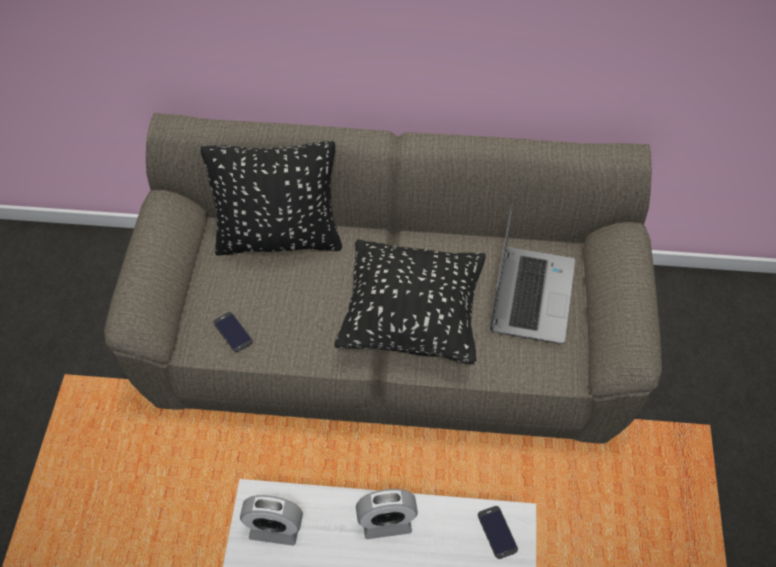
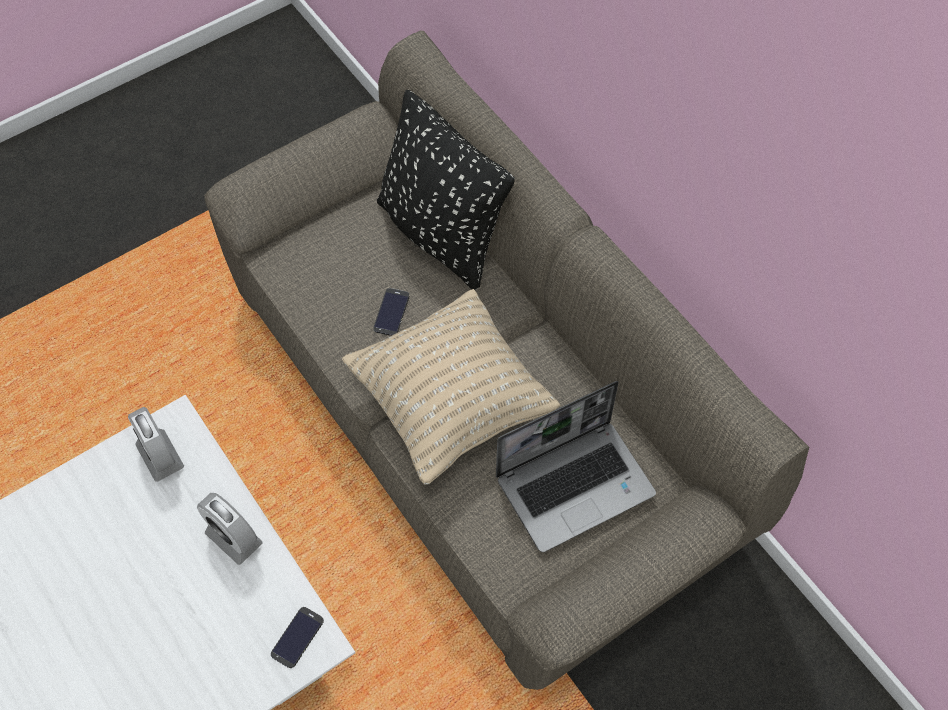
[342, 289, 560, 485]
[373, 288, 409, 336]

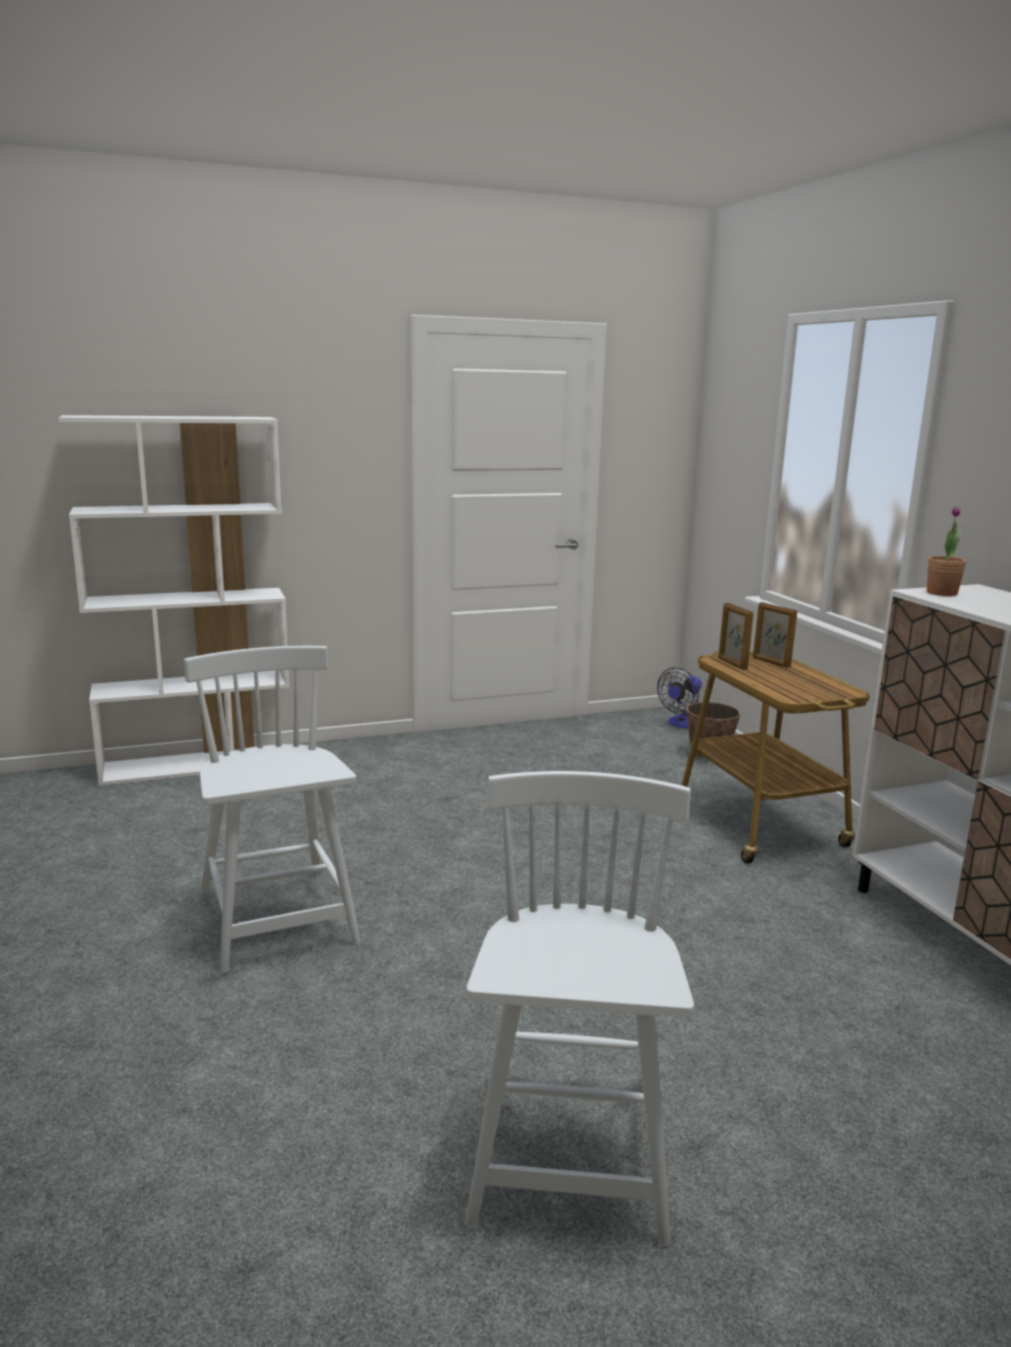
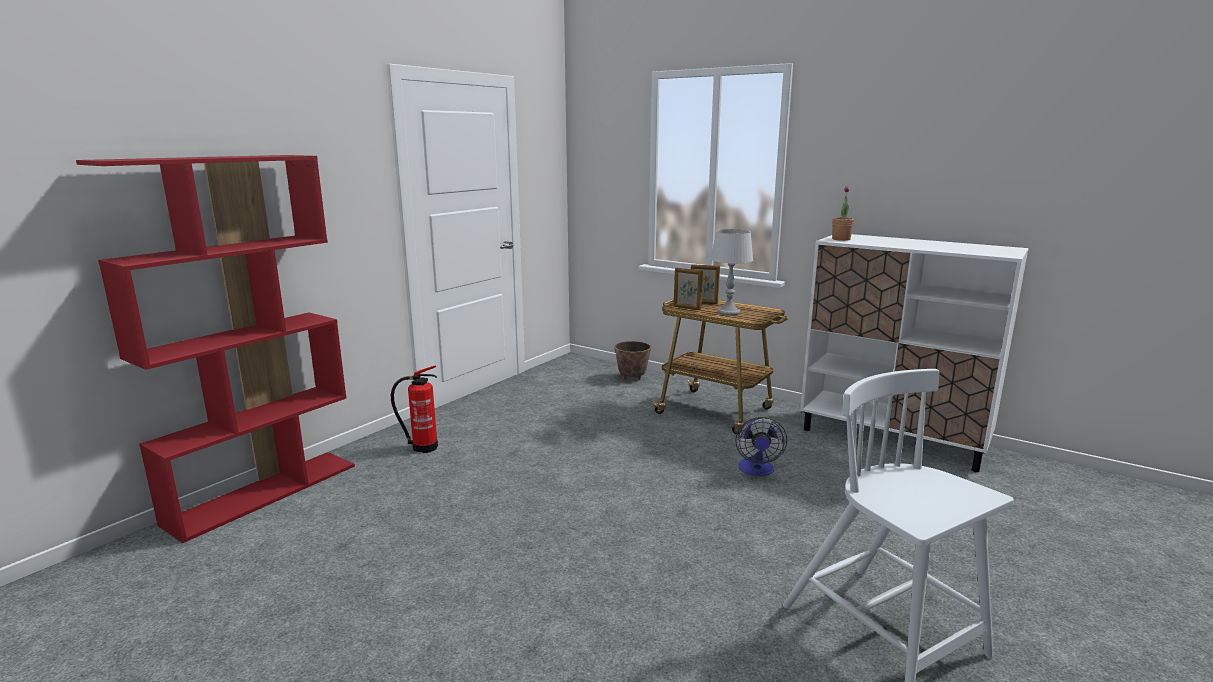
[76, 155, 355, 543]
[391, 365, 438, 453]
[711, 229, 753, 316]
[735, 417, 787, 476]
[184, 646, 361, 973] (first image)

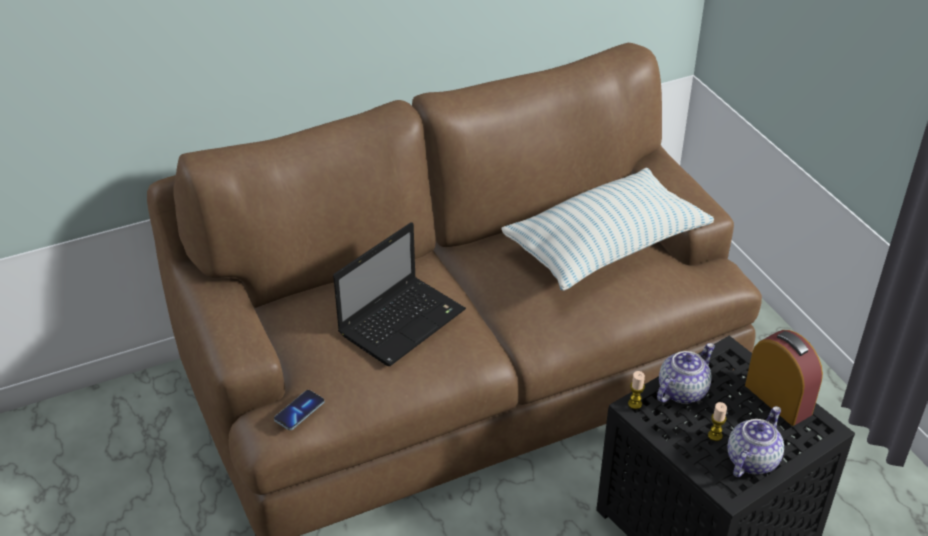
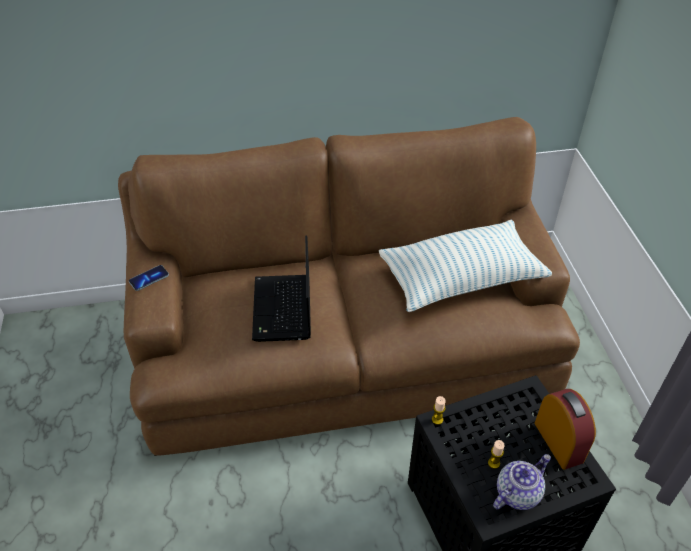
[129, 265, 169, 291]
[252, 235, 311, 342]
[657, 343, 715, 404] (first image)

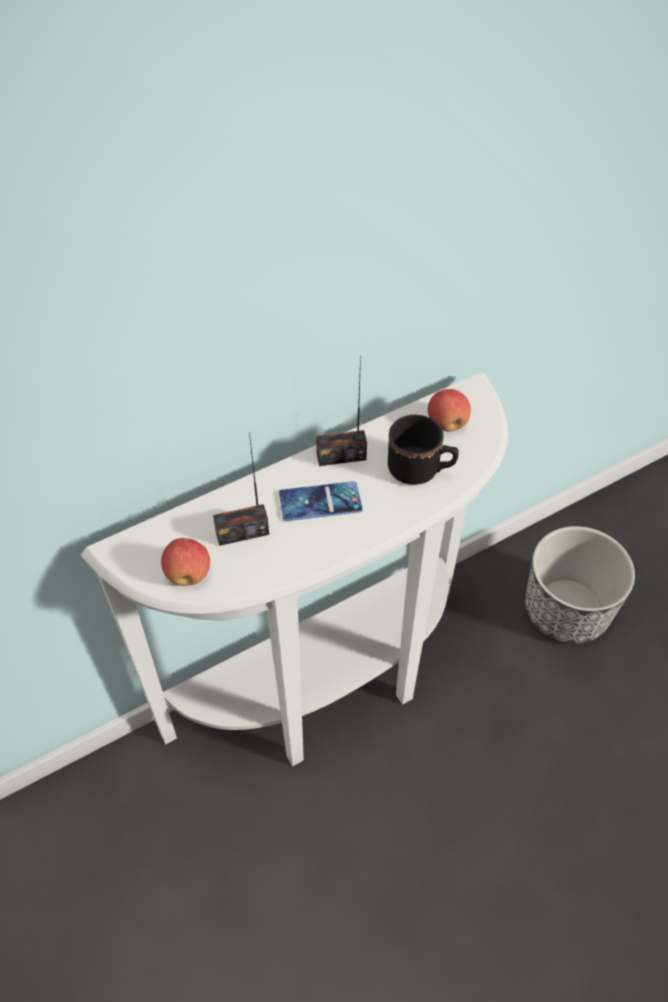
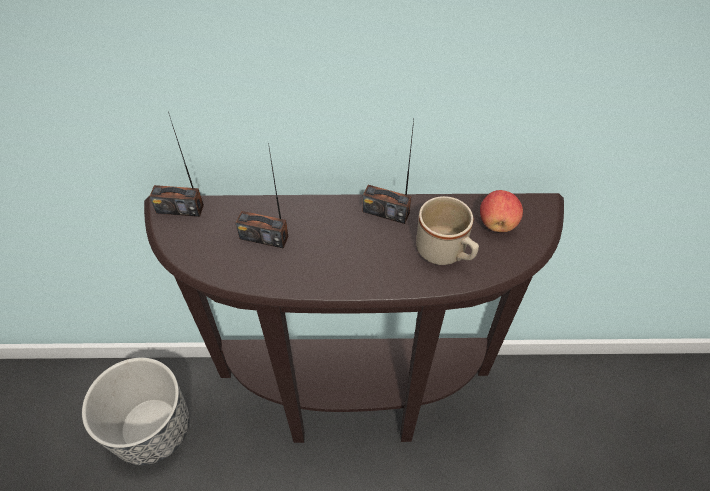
[82, 358, 190, 465]
[144, 193, 564, 443]
[149, 112, 204, 217]
[416, 196, 479, 265]
[161, 538, 210, 586] (first image)
[279, 481, 363, 521] (first image)

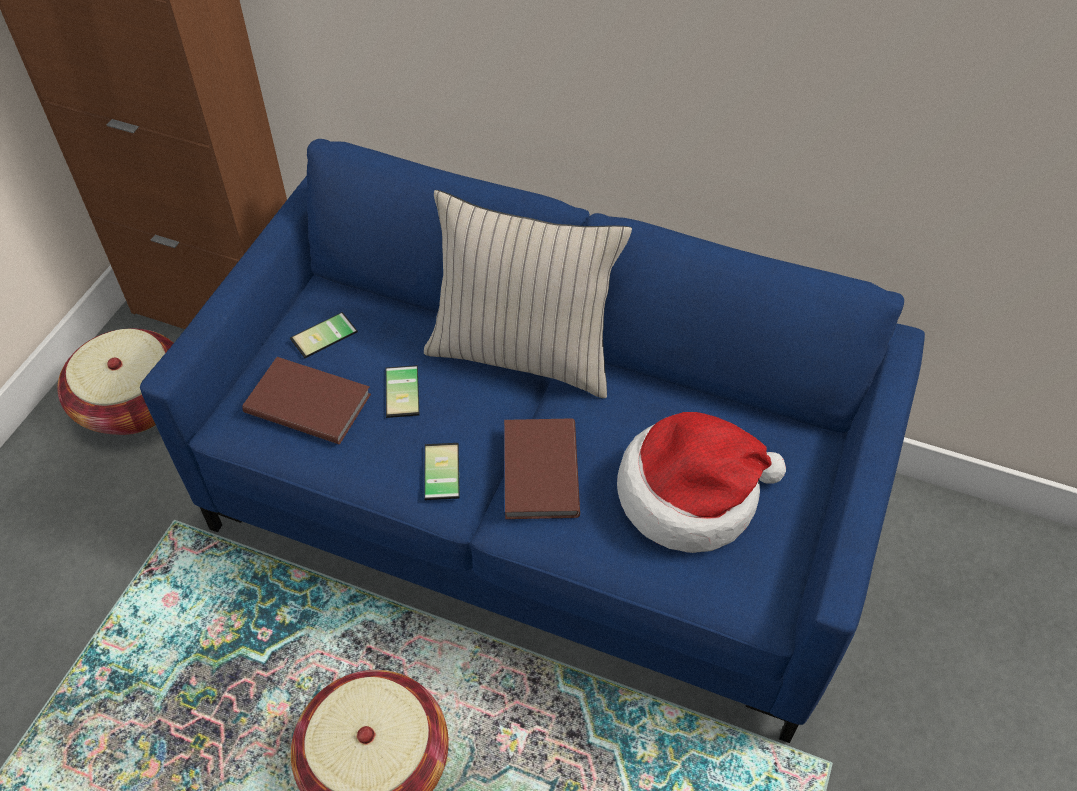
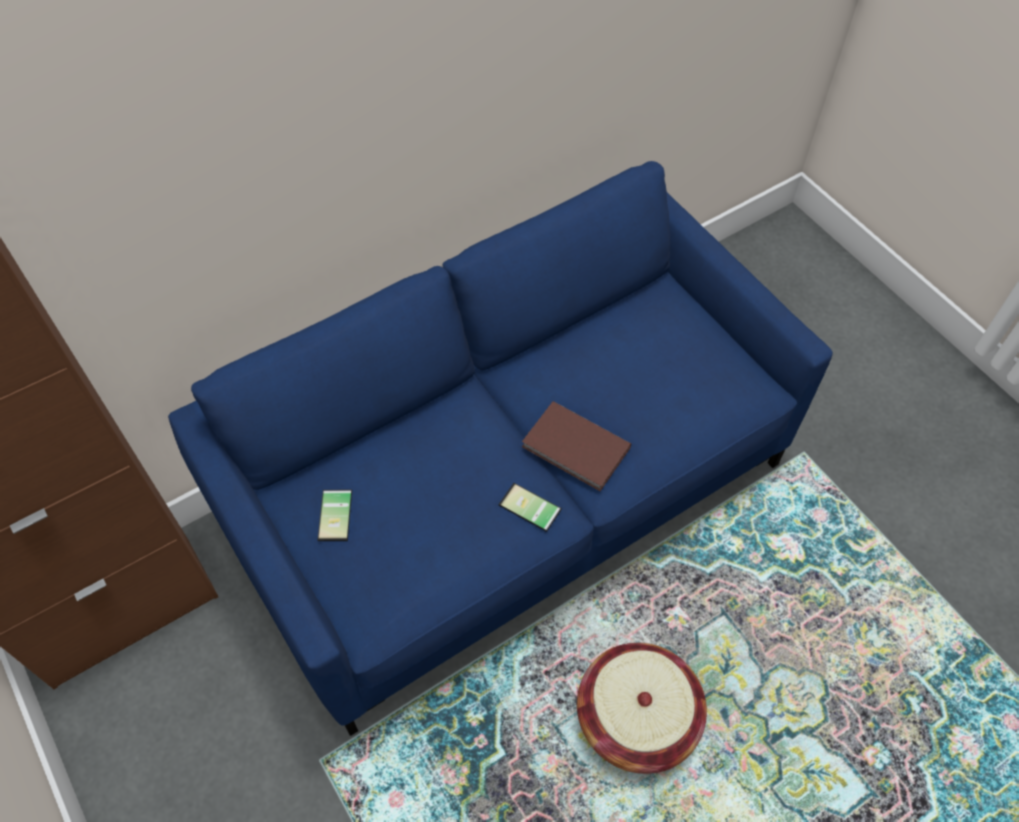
[57, 328, 174, 435] (first image)
[242, 357, 371, 444] (first image)
[386, 365, 419, 418] (first image)
[424, 190, 632, 398] (first image)
[617, 412, 786, 553] (first image)

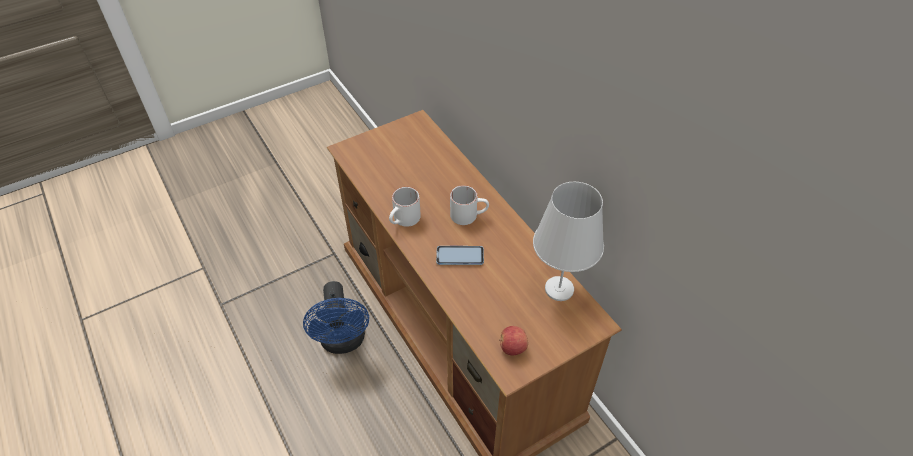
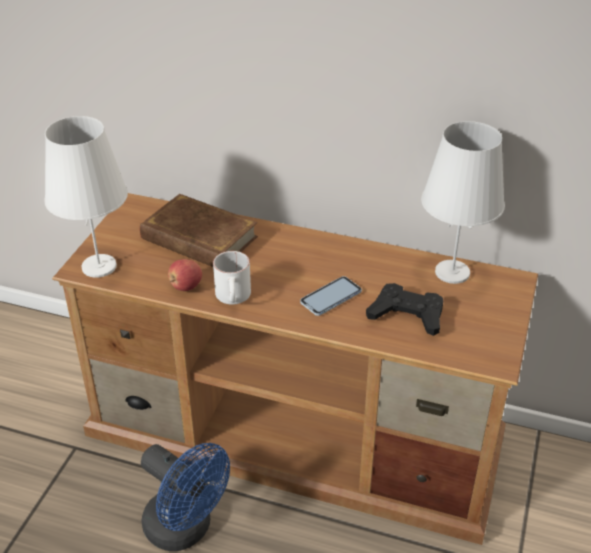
[44, 116, 128, 278]
[140, 194, 258, 267]
[168, 259, 202, 291]
[366, 283, 443, 336]
[450, 185, 489, 225] (first image)

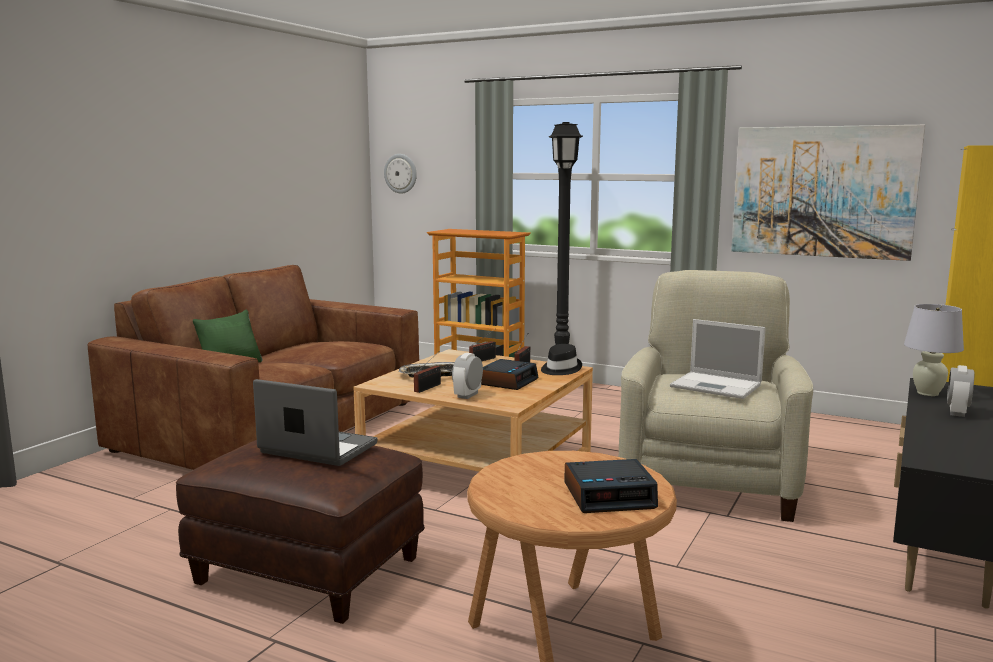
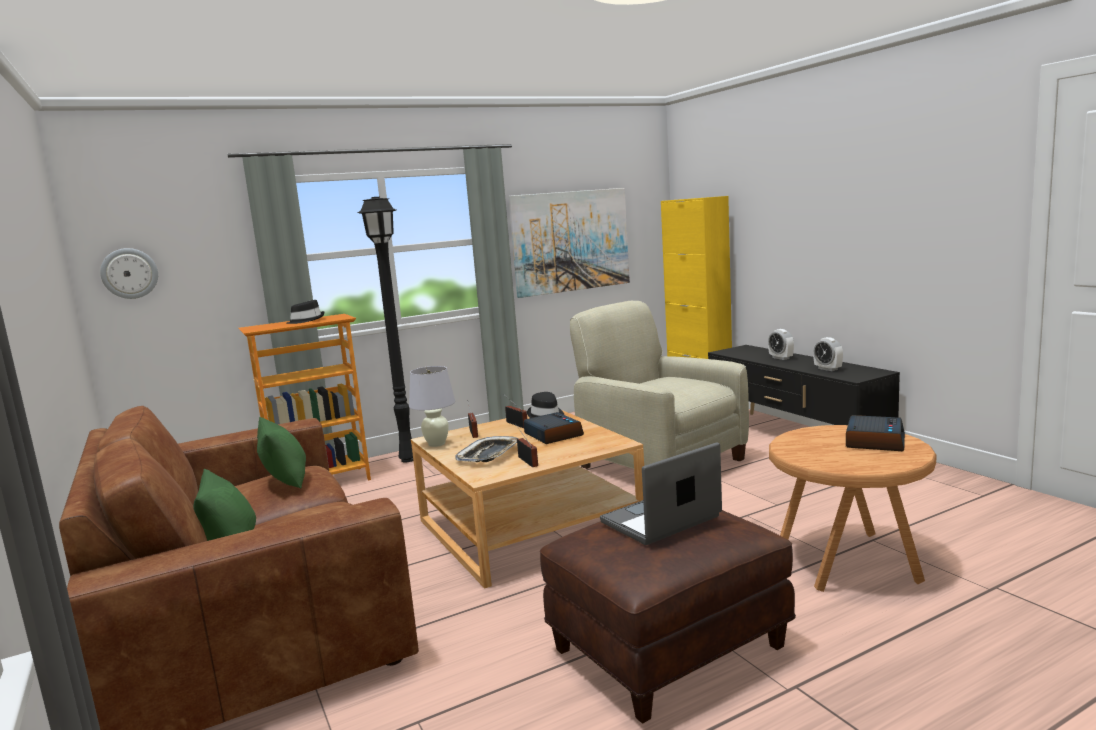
[257, 417, 306, 488]
[286, 300, 325, 324]
[409, 366, 455, 447]
[813, 337, 843, 371]
[670, 319, 766, 399] (first image)

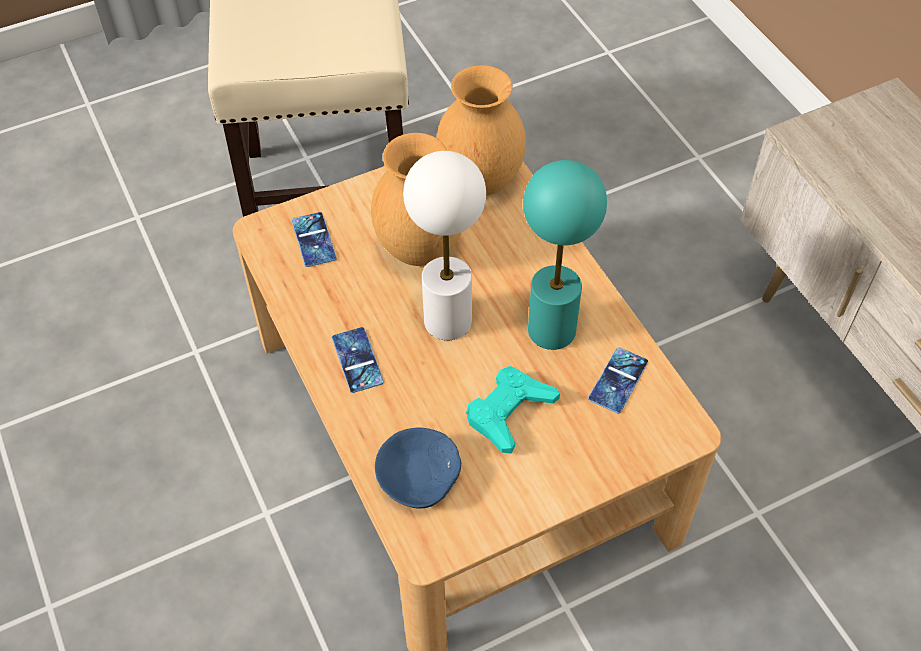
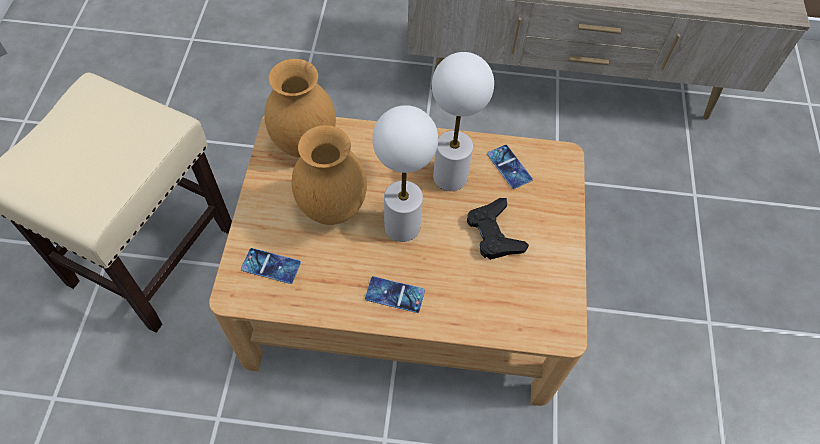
[432, 52, 494, 191]
[467, 198, 529, 260]
[375, 428, 461, 509] (first image)

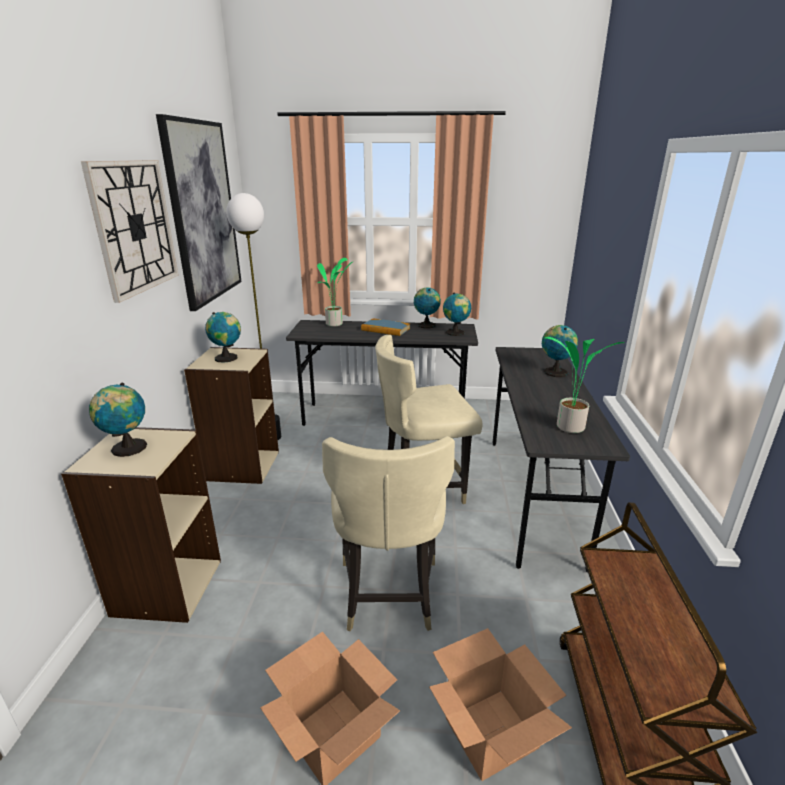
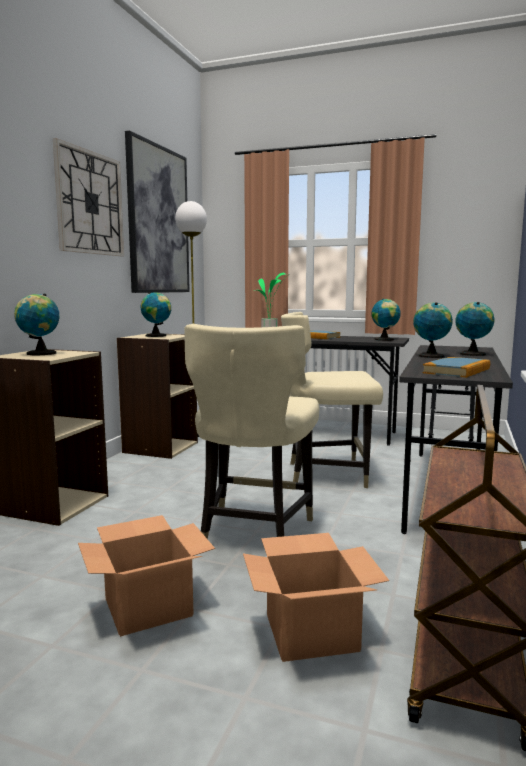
[413, 302, 453, 358]
[423, 357, 490, 378]

